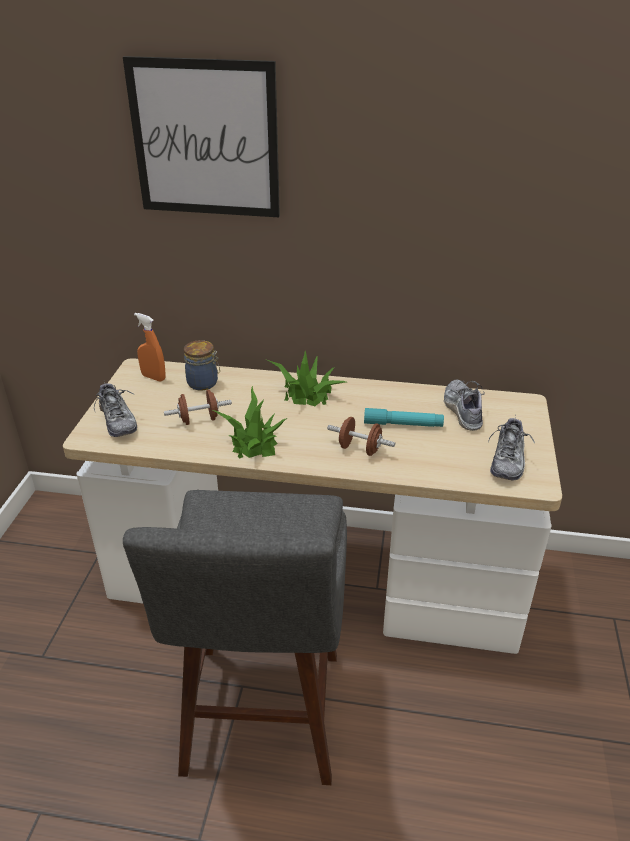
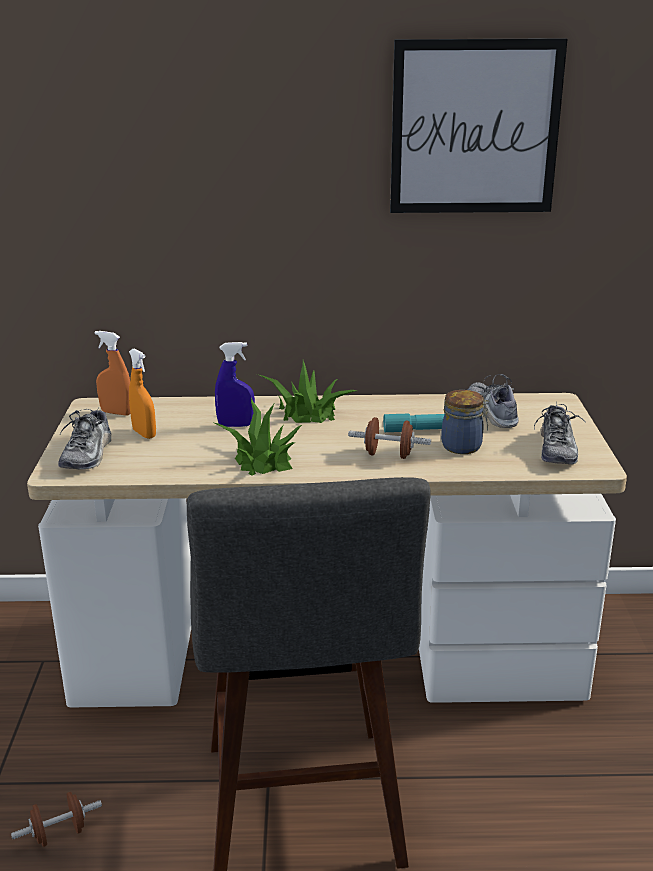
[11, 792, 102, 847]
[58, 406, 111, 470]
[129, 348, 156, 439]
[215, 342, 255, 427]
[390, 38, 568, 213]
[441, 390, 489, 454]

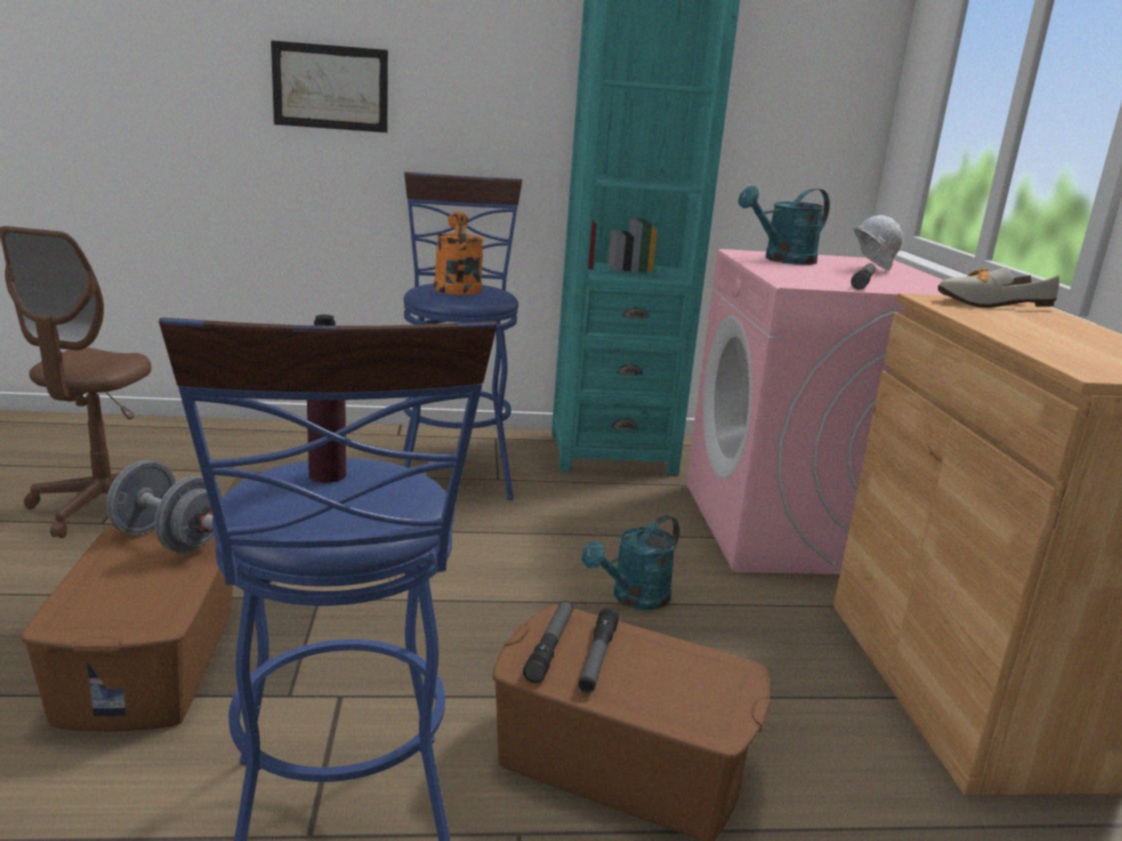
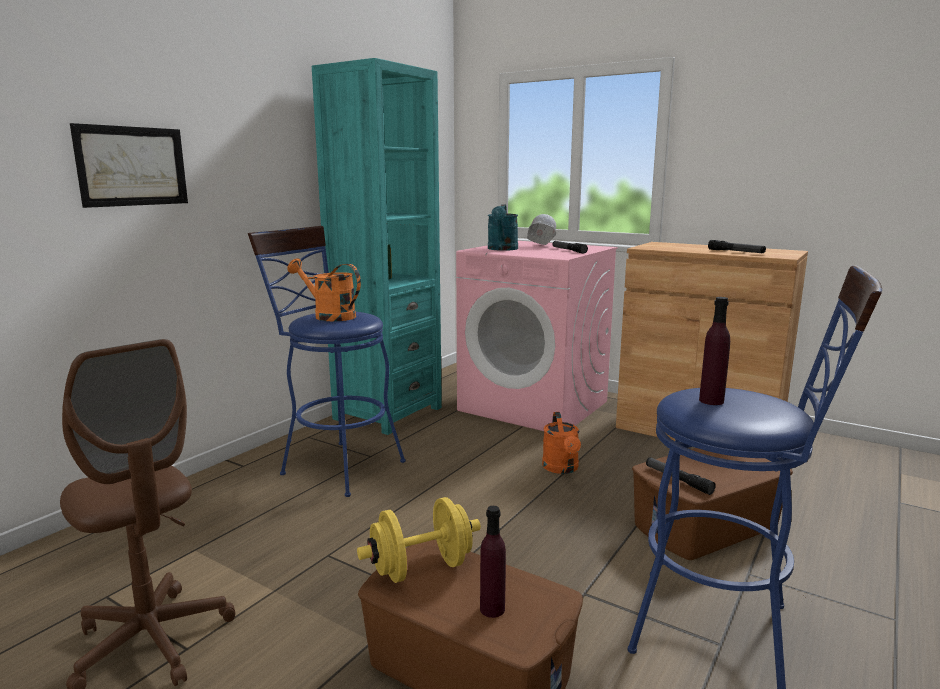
[357, 497, 481, 583]
[480, 506, 506, 618]
[542, 412, 581, 474]
[708, 240, 766, 253]
[938, 267, 1059, 308] (first image)

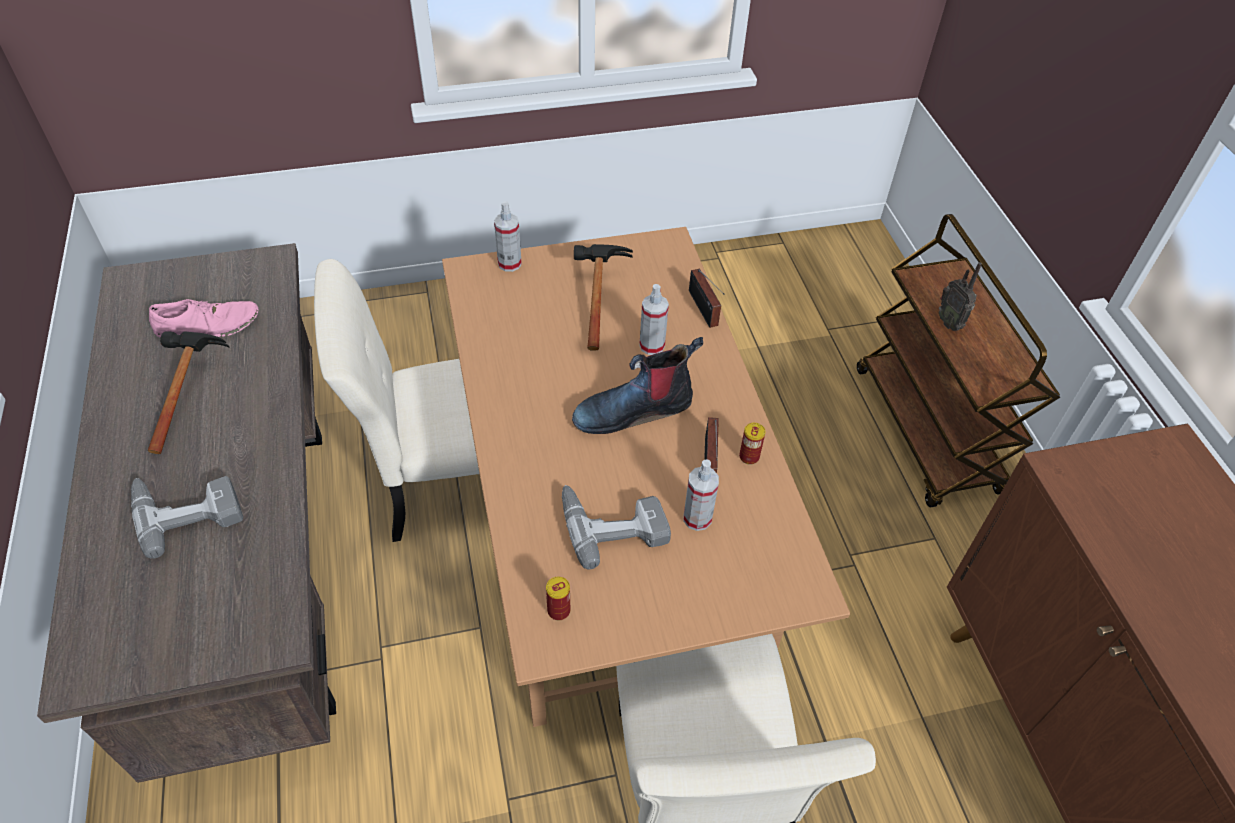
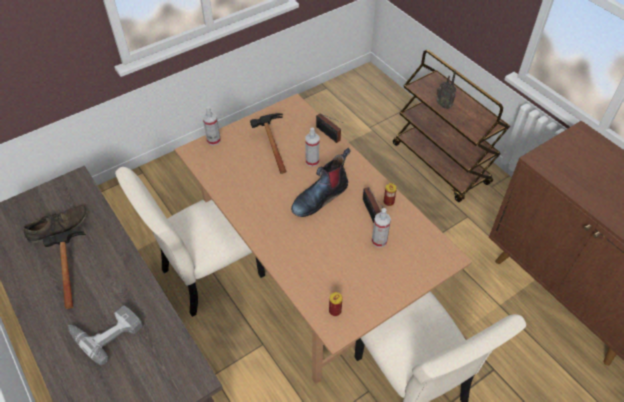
[24, 206, 87, 243]
[562, 485, 671, 570] (first image)

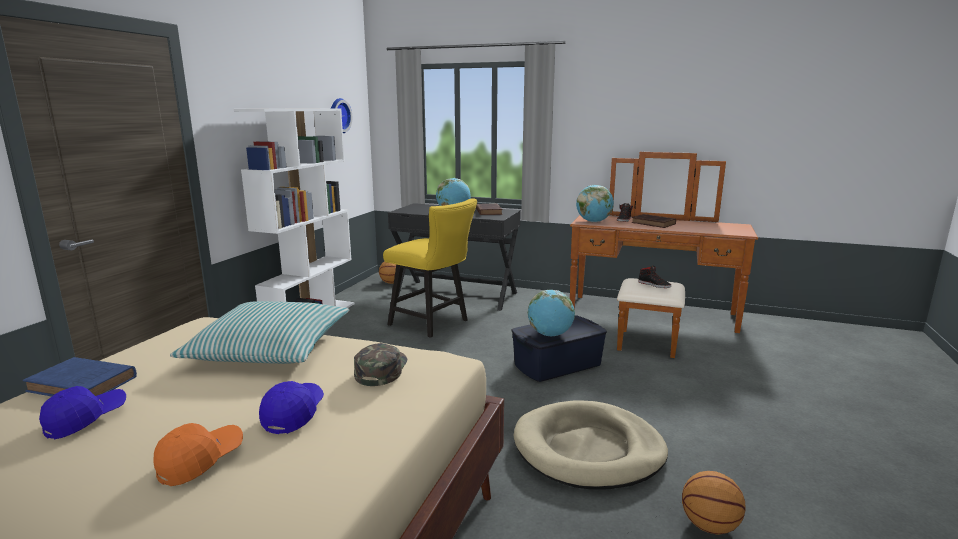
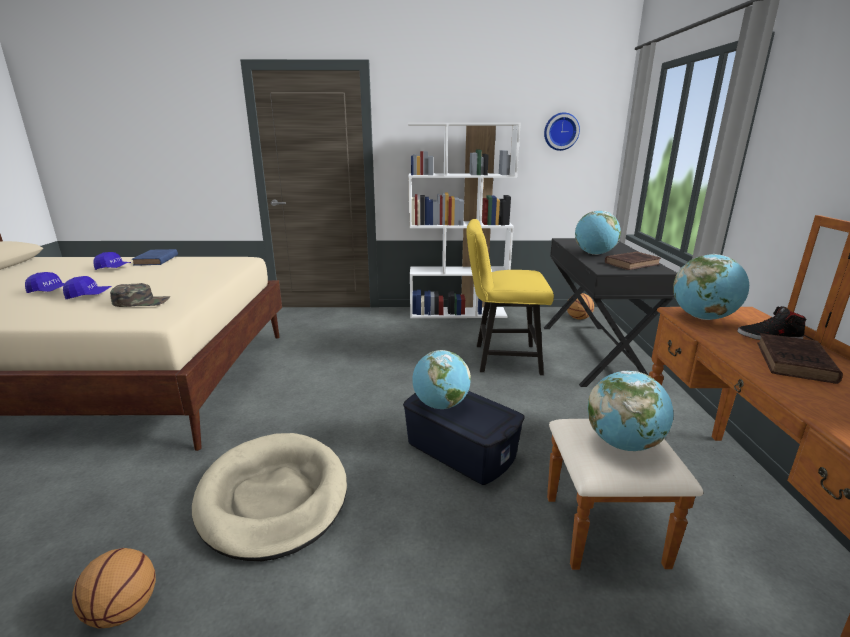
[25, 272, 65, 293]
[466, 219, 554, 375]
[588, 371, 673, 451]
[170, 301, 349, 364] (first image)

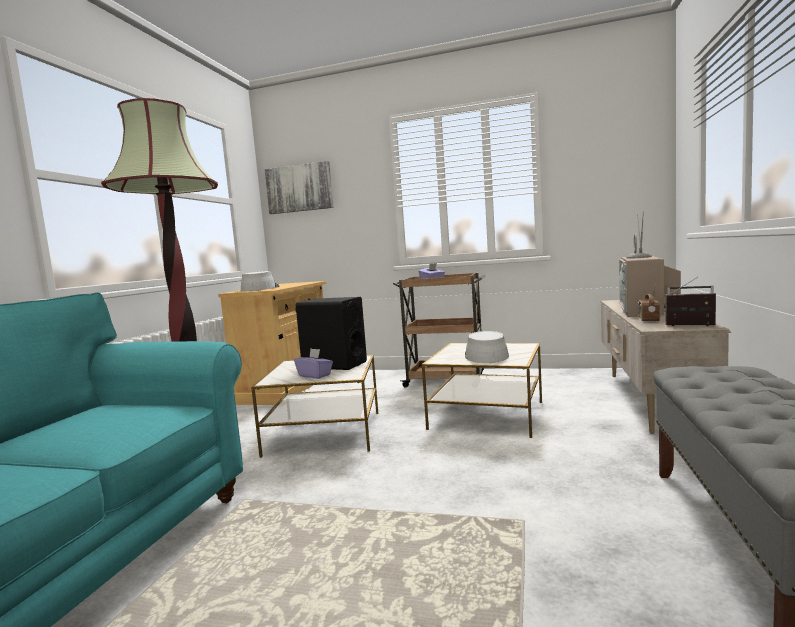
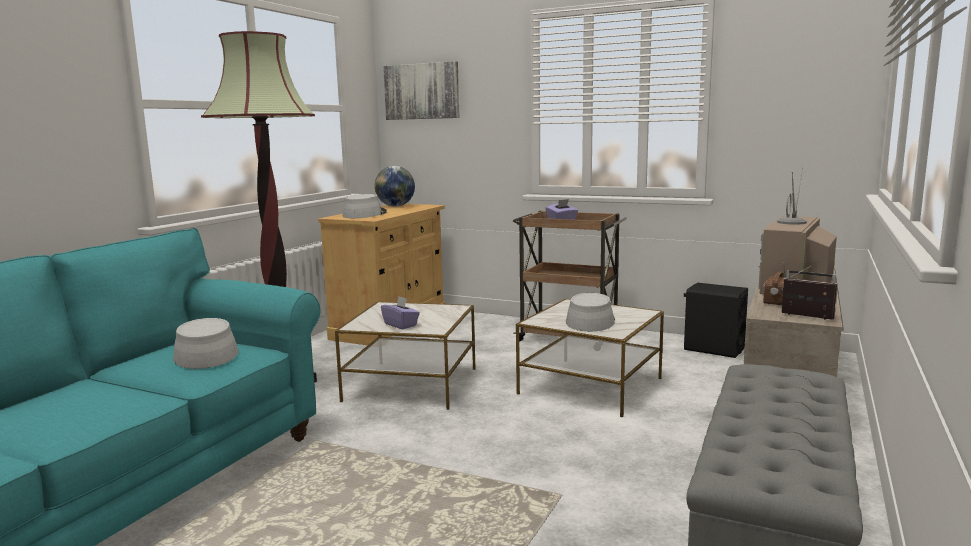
[173, 318, 239, 369]
[375, 166, 415, 207]
[684, 283, 748, 358]

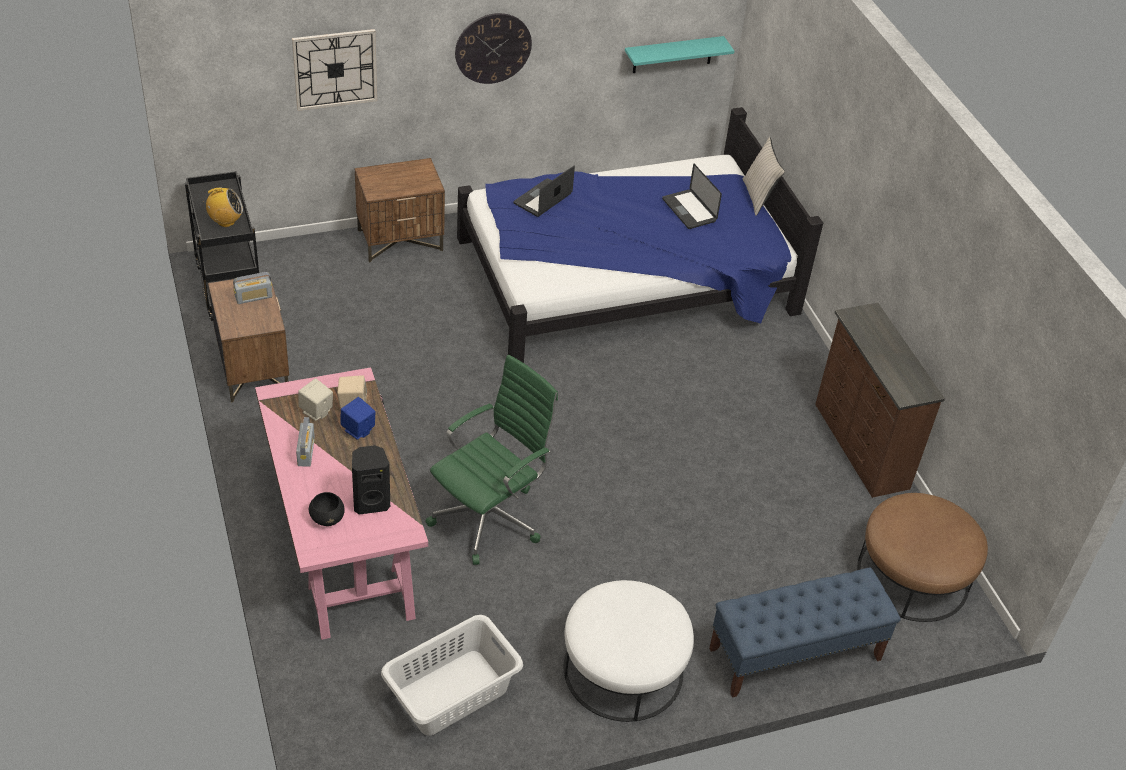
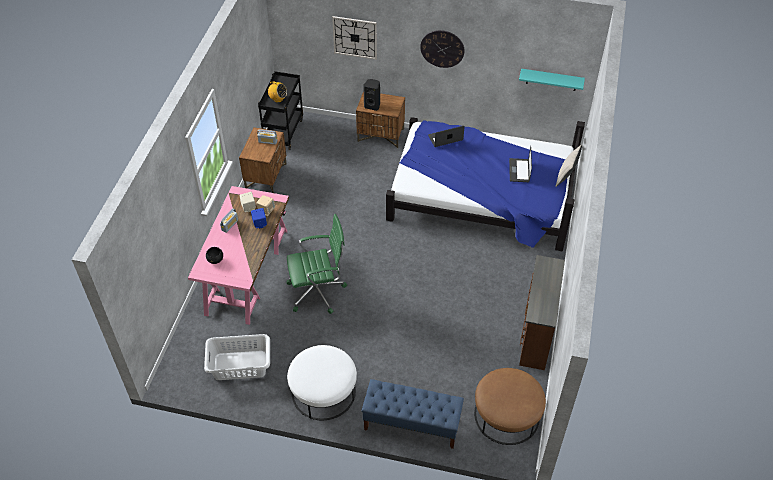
[363, 79, 380, 111]

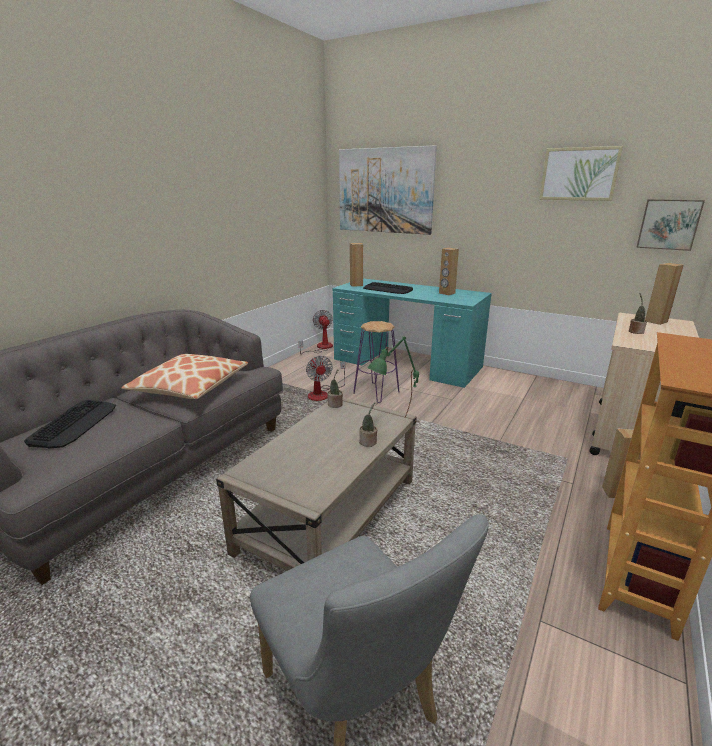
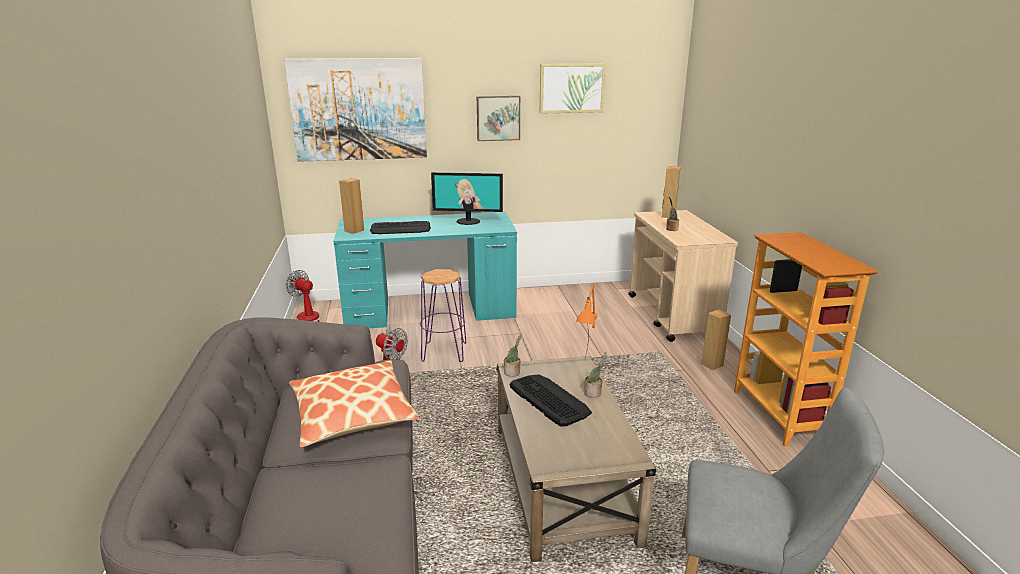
[431, 172, 503, 225]
[477, 96, 520, 141]
[509, 374, 592, 427]
[576, 283, 597, 358]

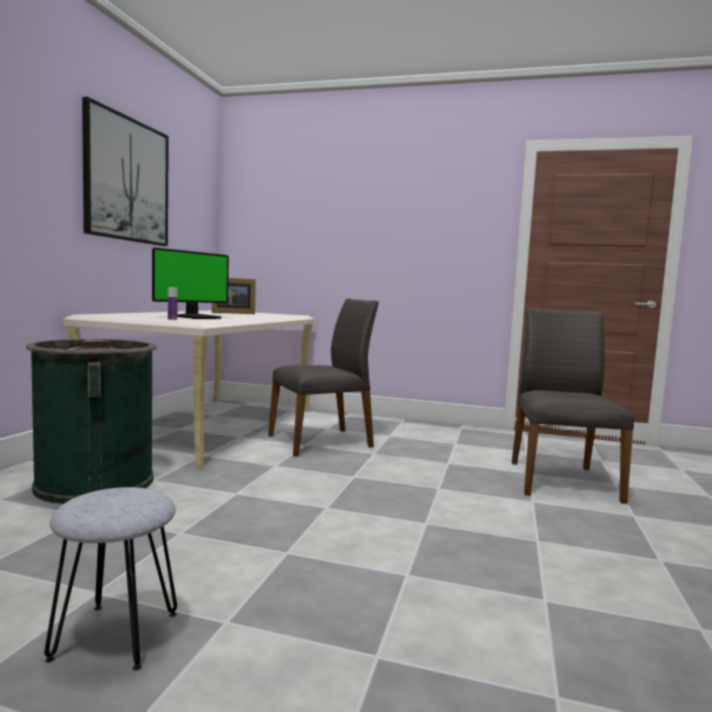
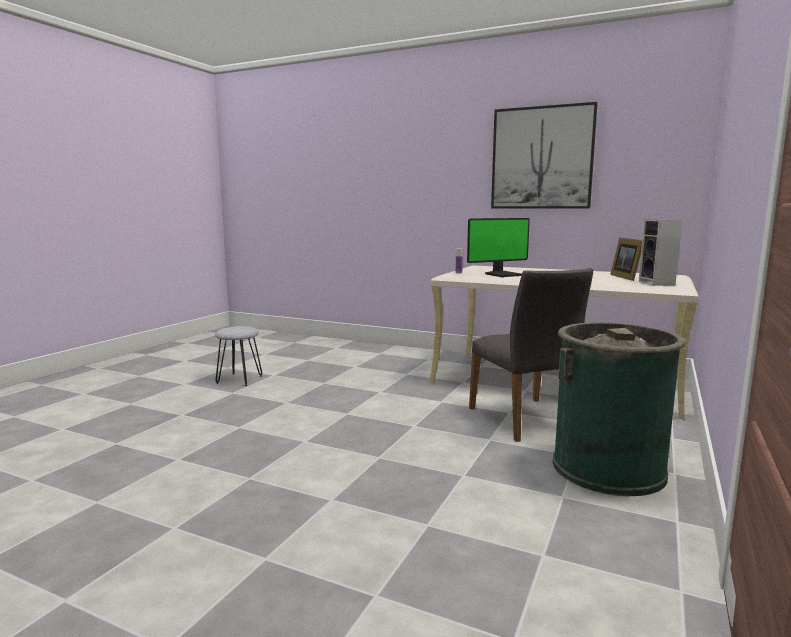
[467, 218, 530, 277]
[553, 322, 686, 496]
[638, 220, 682, 286]
[512, 308, 634, 504] (first image)

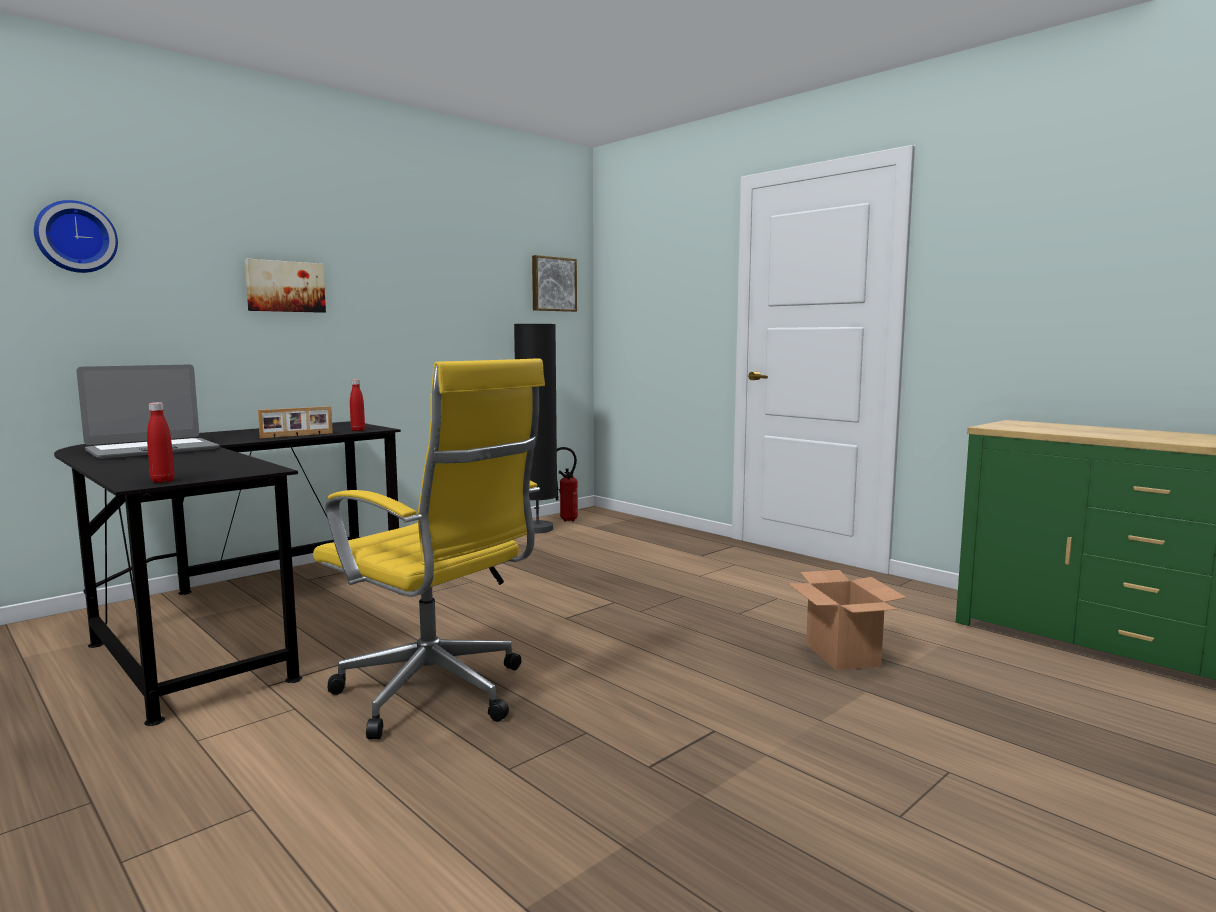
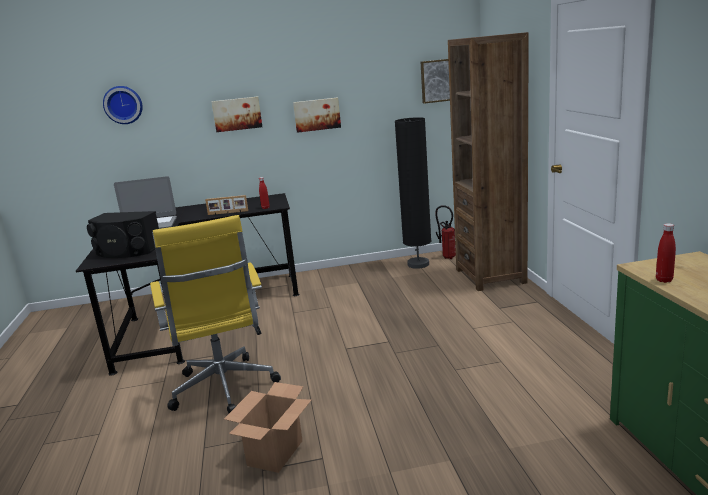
[87, 211, 159, 258]
[224, 382, 311, 473]
[293, 97, 341, 133]
[448, 32, 529, 291]
[656, 223, 676, 283]

